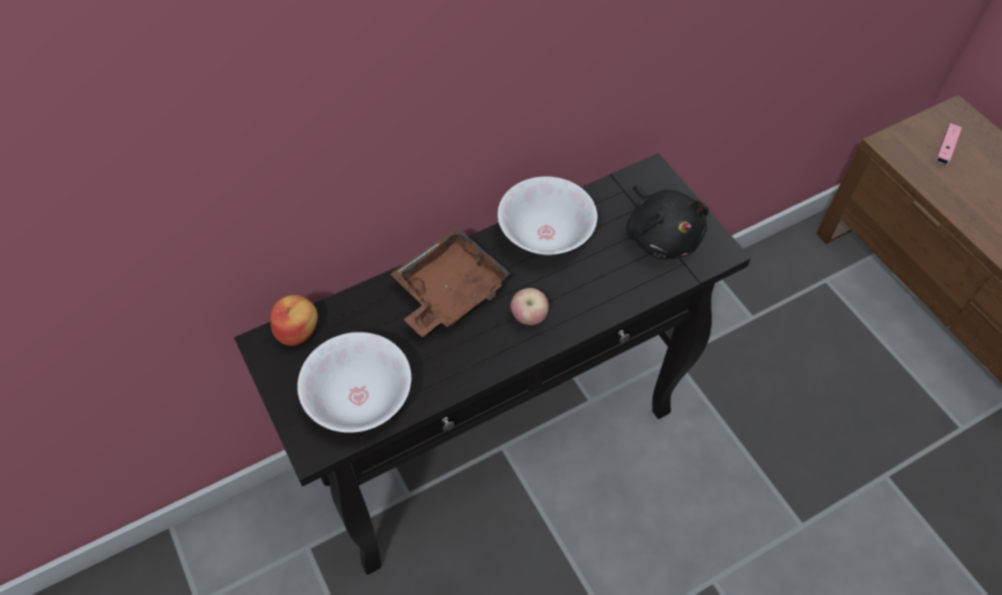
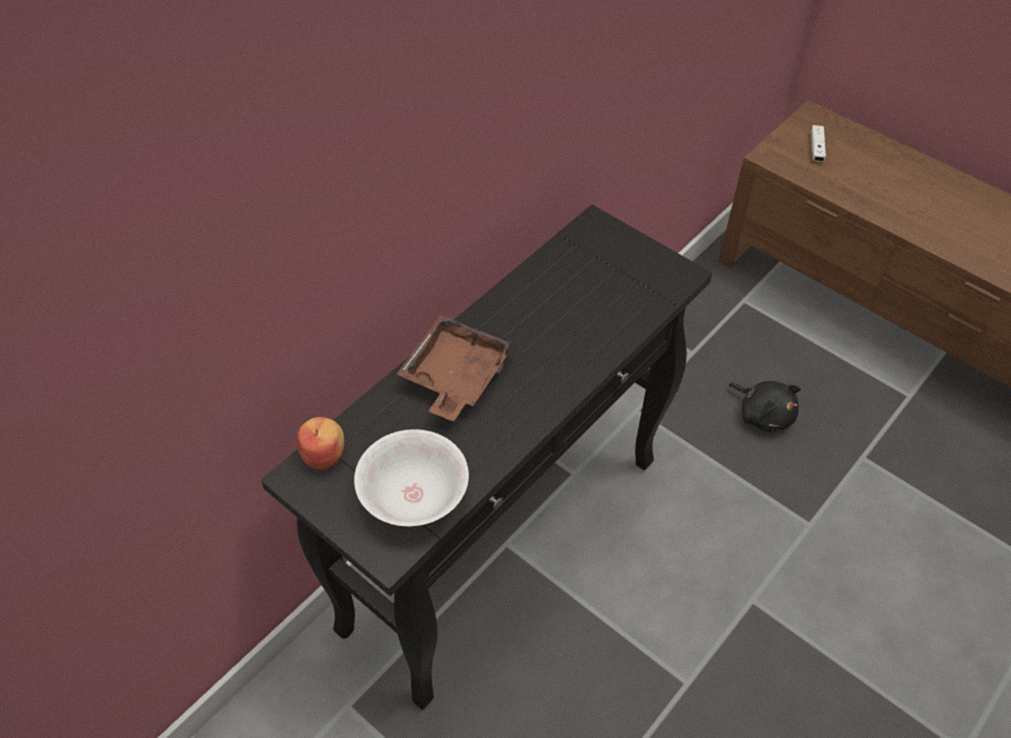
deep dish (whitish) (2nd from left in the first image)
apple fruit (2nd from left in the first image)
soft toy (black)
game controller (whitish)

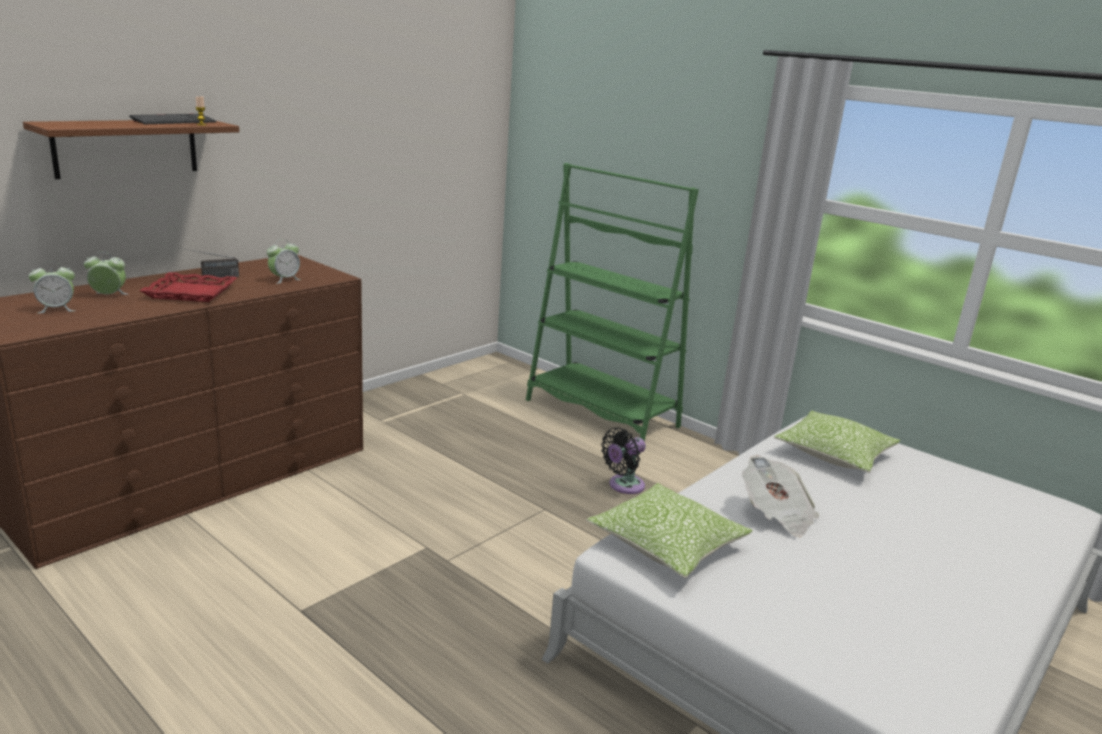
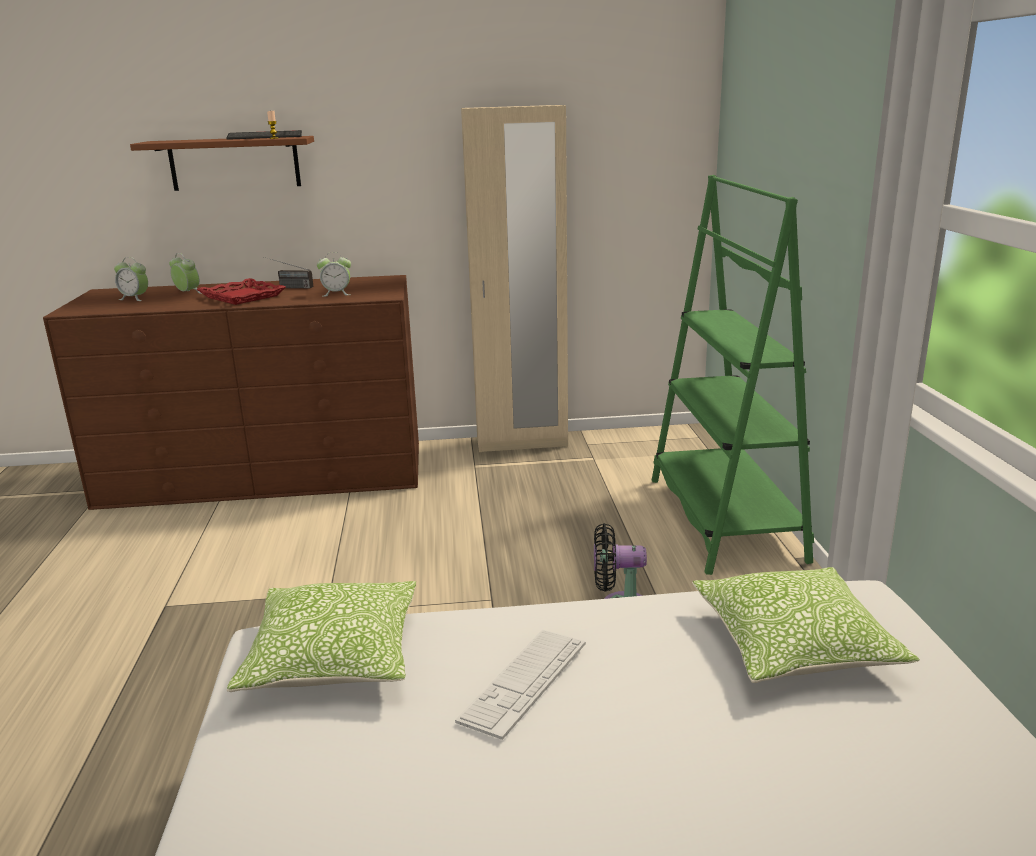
PC keyboard (2nd from left)
armoire (beige-coloured)

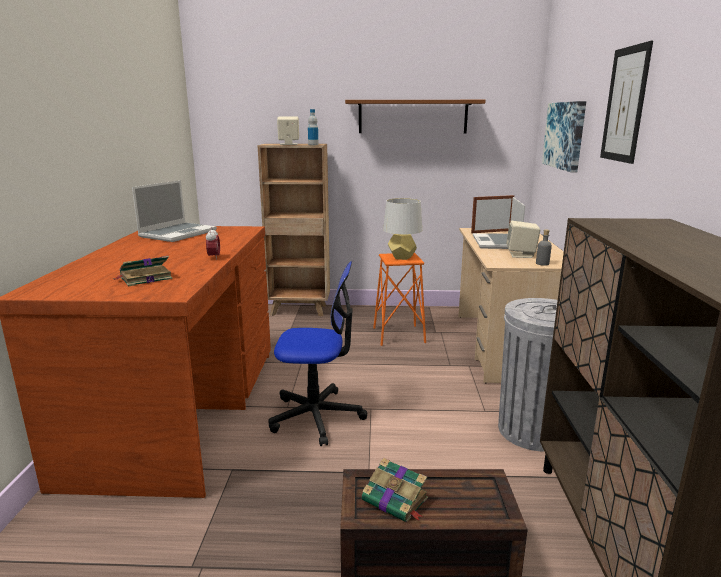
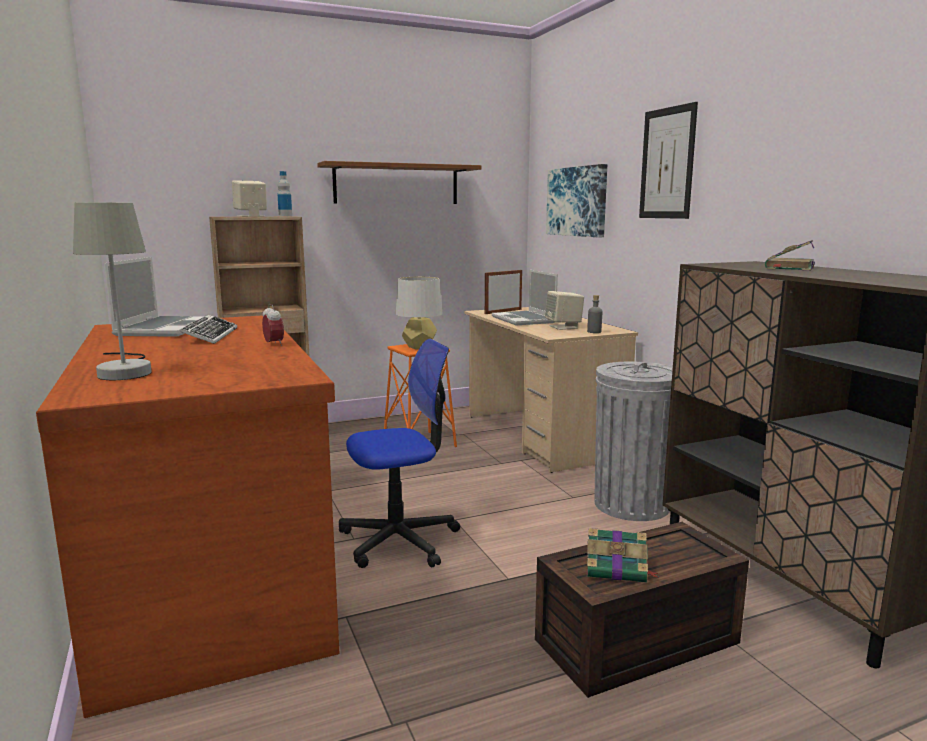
bound book (2nd from left)
tabletop lamp (grey) (1st from left)
PC keyboard

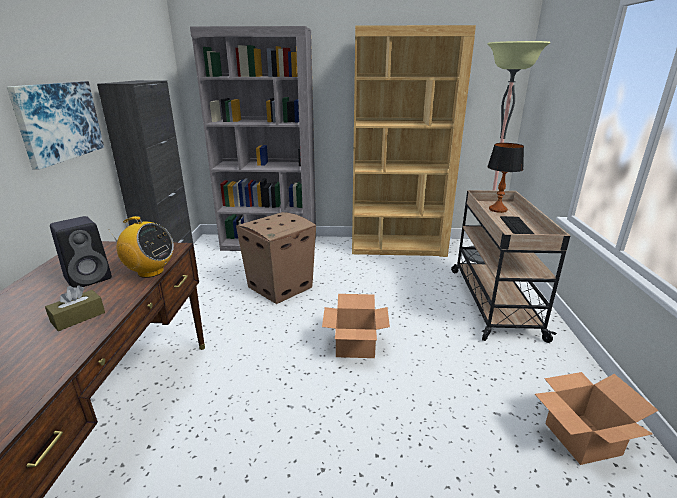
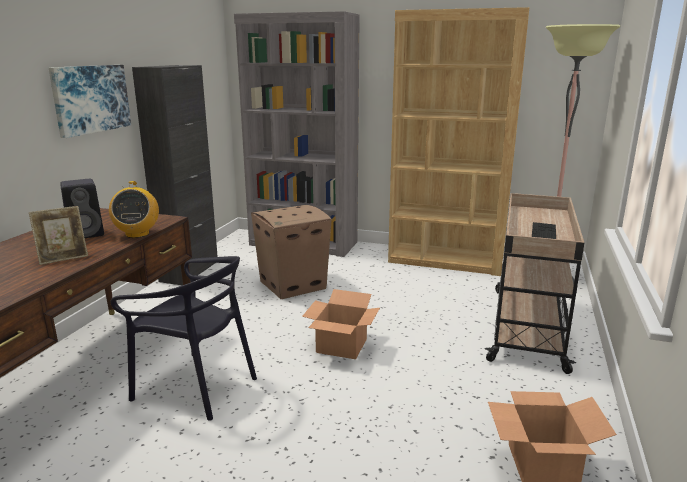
standing frame
radio receiver
tabletop lamp
upright chair (black)

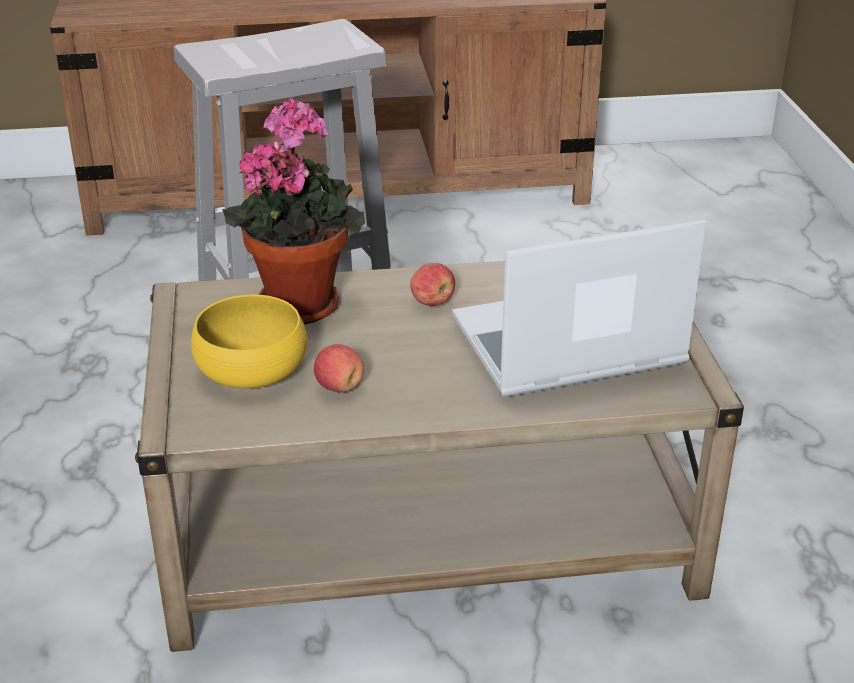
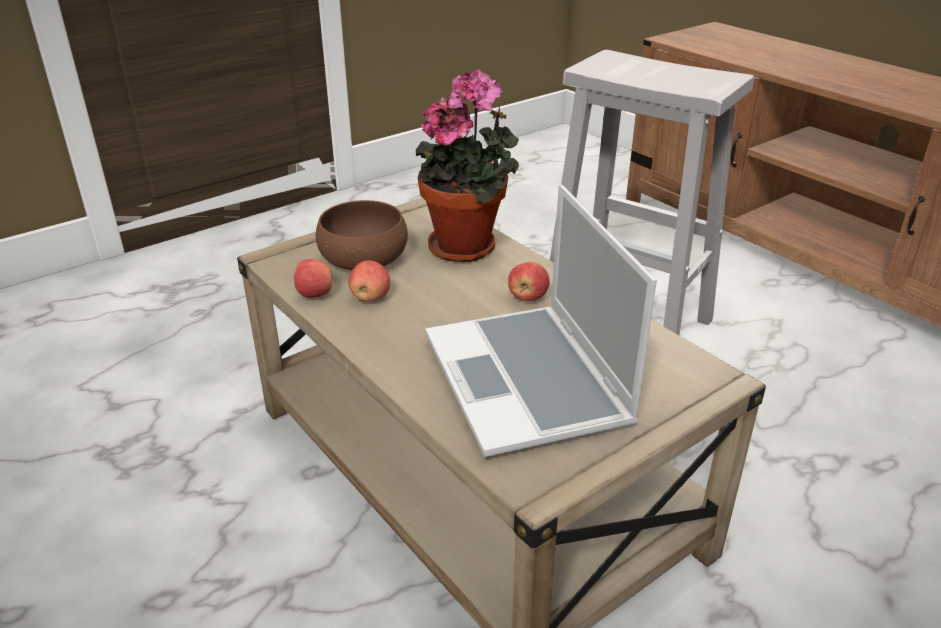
deep dish (brownish)
portable computer
apple fruit (1st from left)

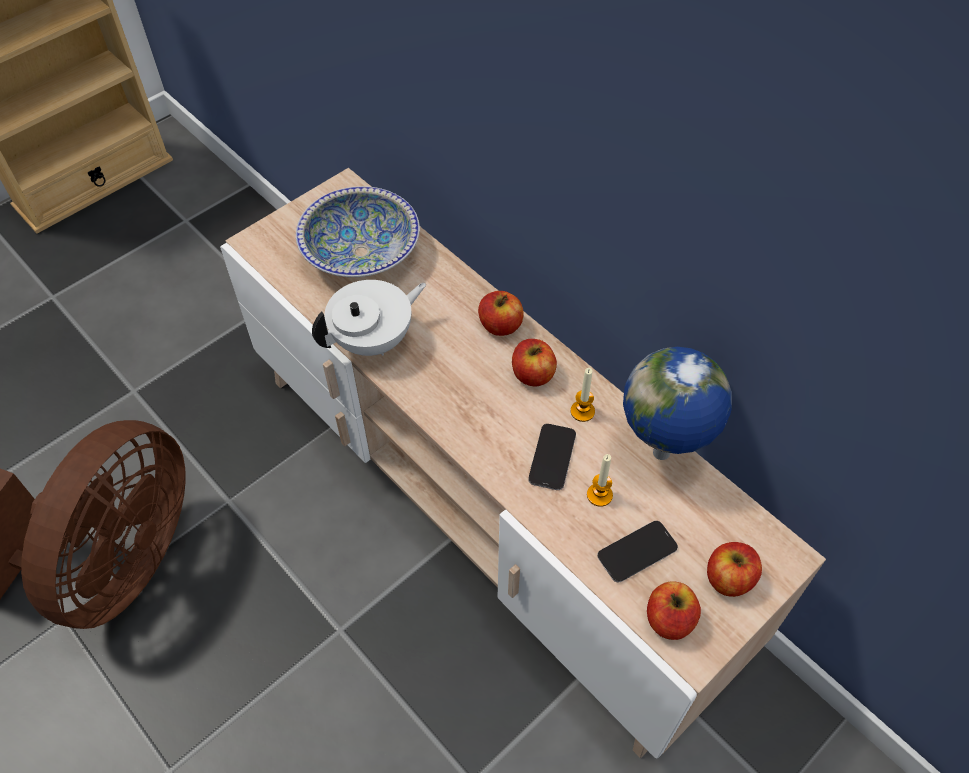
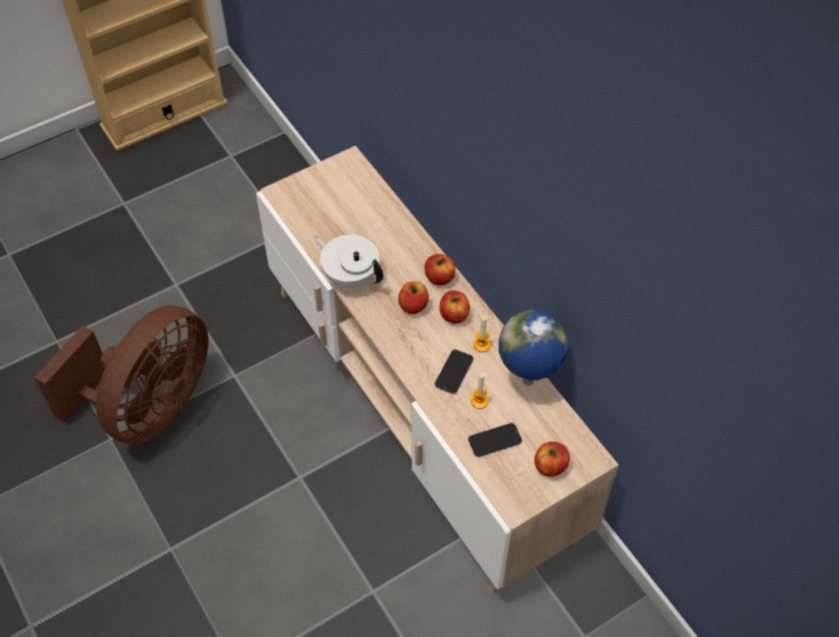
deep dish
teapot (whitish)
apple fruit (1st from left)

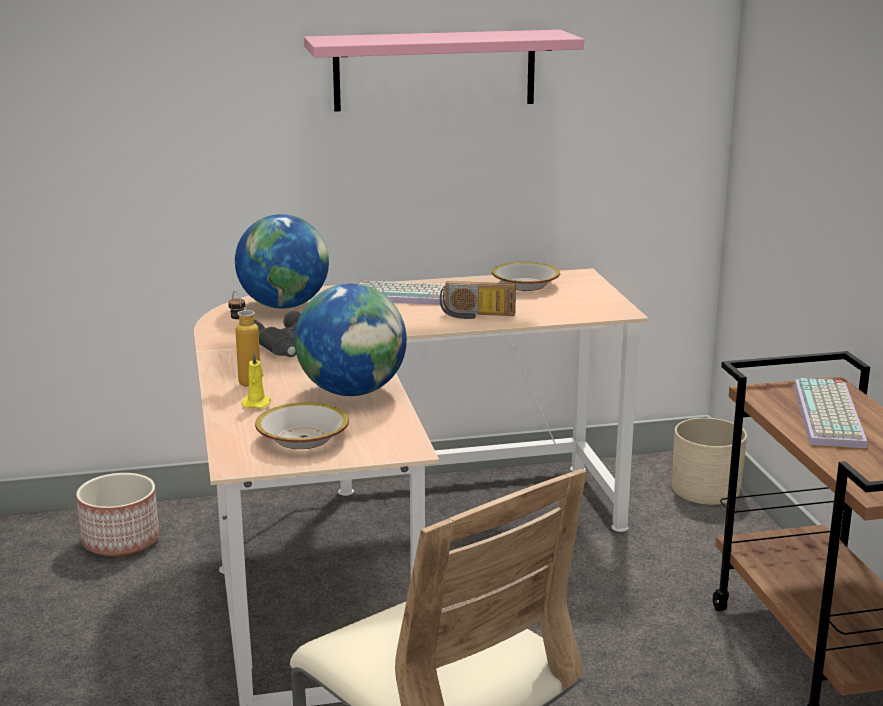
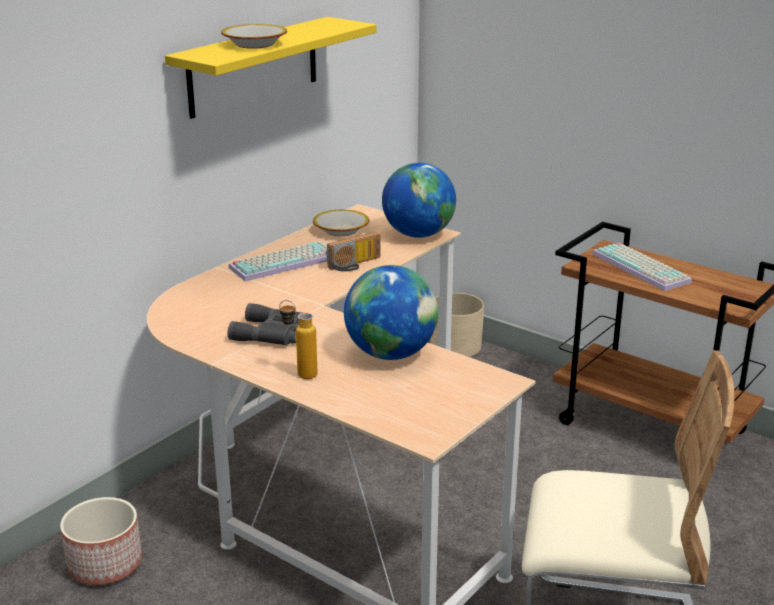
world globe (2nd from left)
wax candle (yellow-coloured)
deep dish (1st from left)
bracket shelf (yellow-coloured)

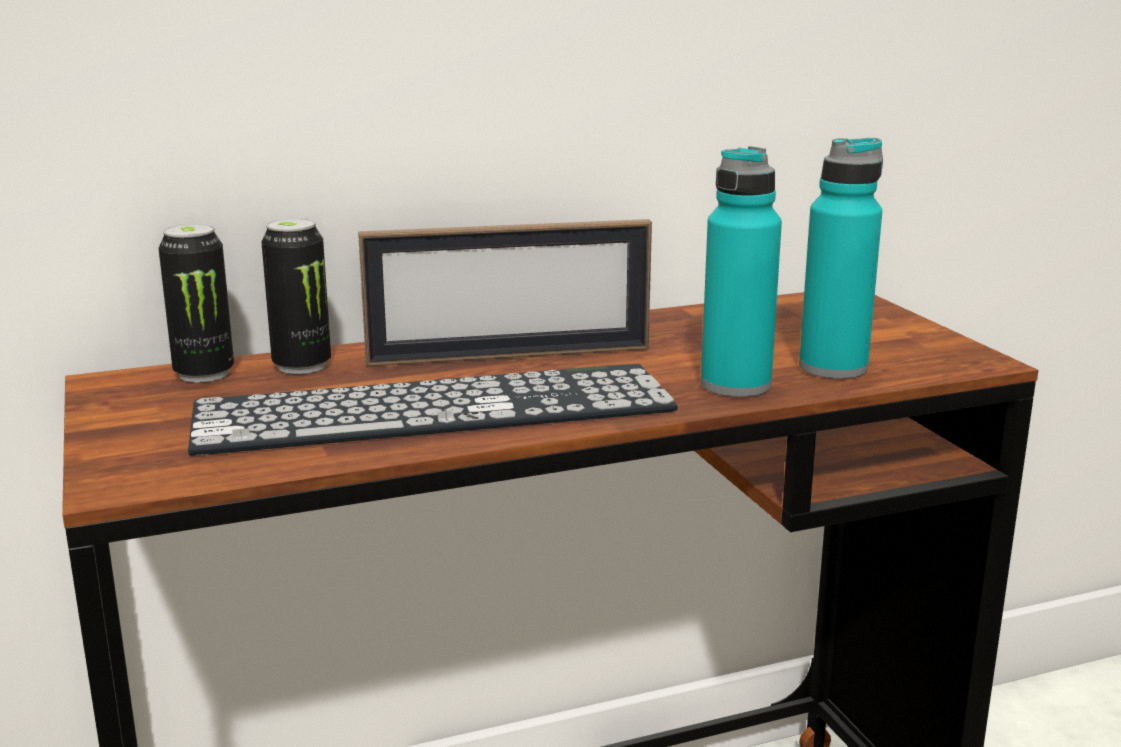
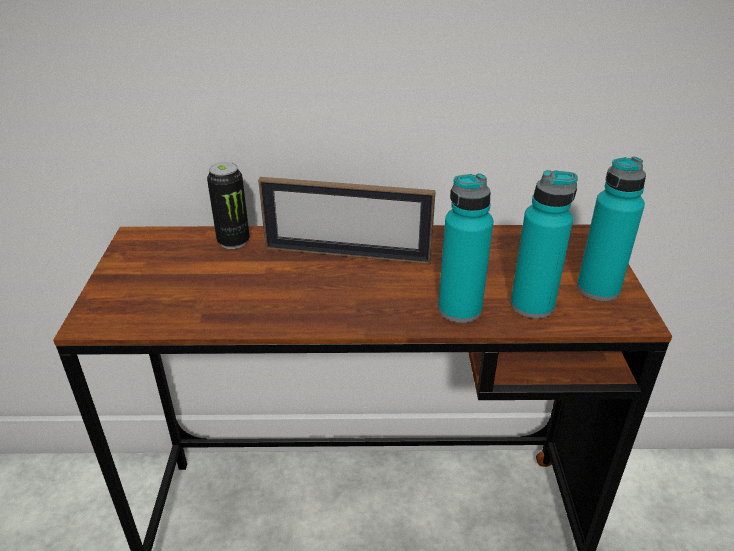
can (1st from left in the first image)
PC keyboard
bottle (turquoise) (3rd from left)

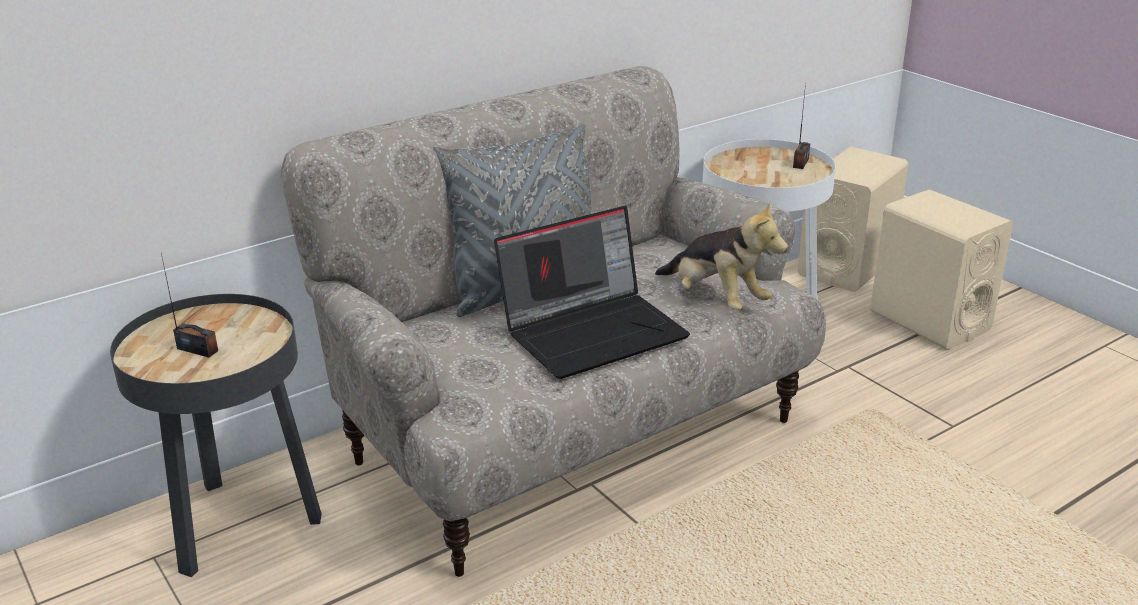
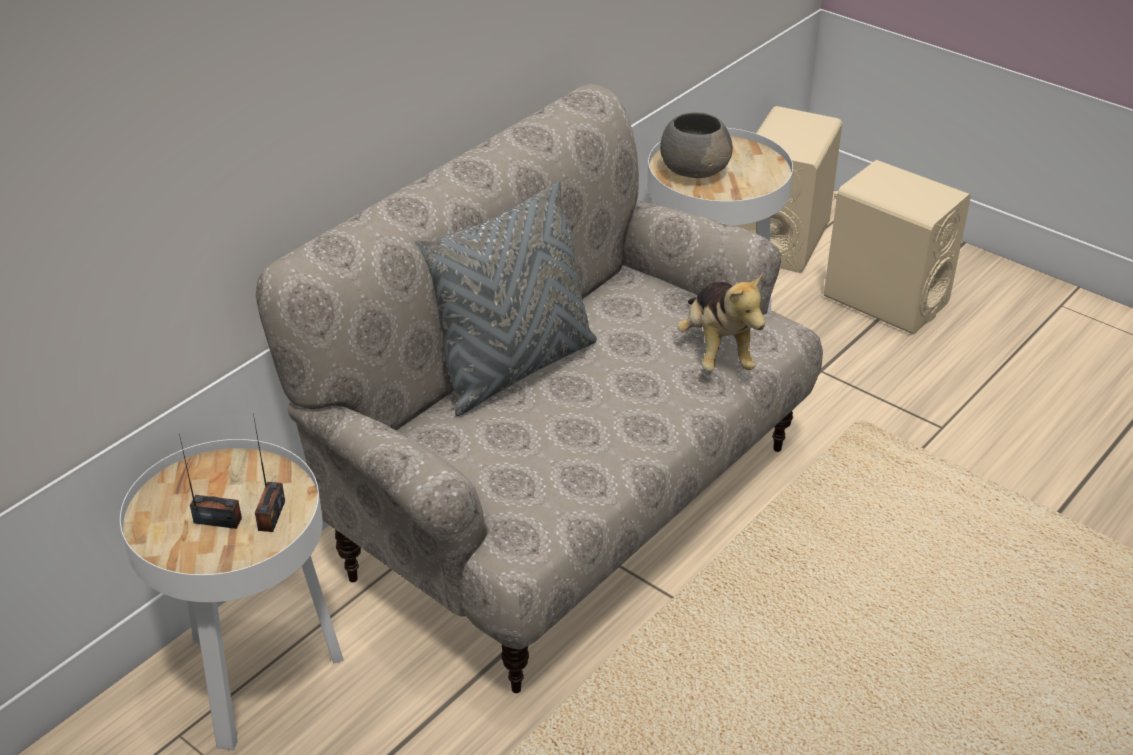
side table (whitish) (1st from left)
portable computer
soft toy
radio receiver (2nd from left)
deep dish (grey)

